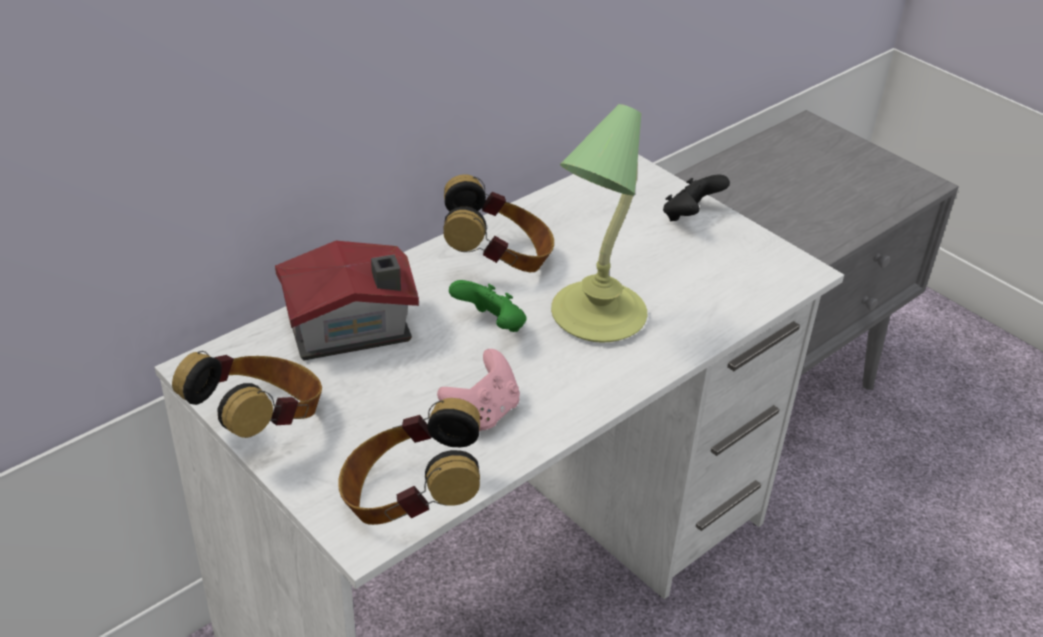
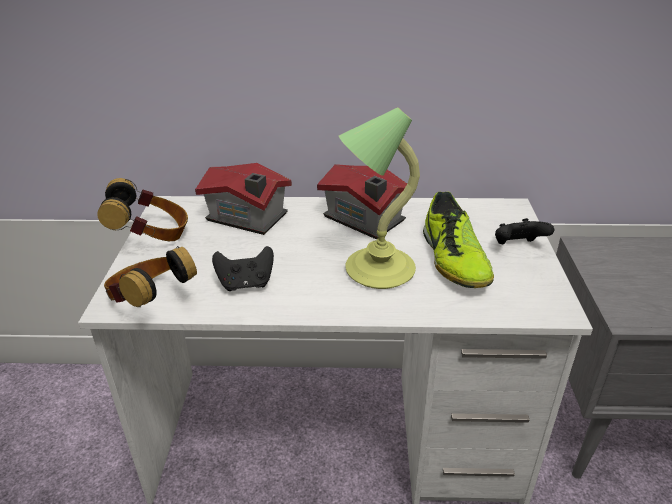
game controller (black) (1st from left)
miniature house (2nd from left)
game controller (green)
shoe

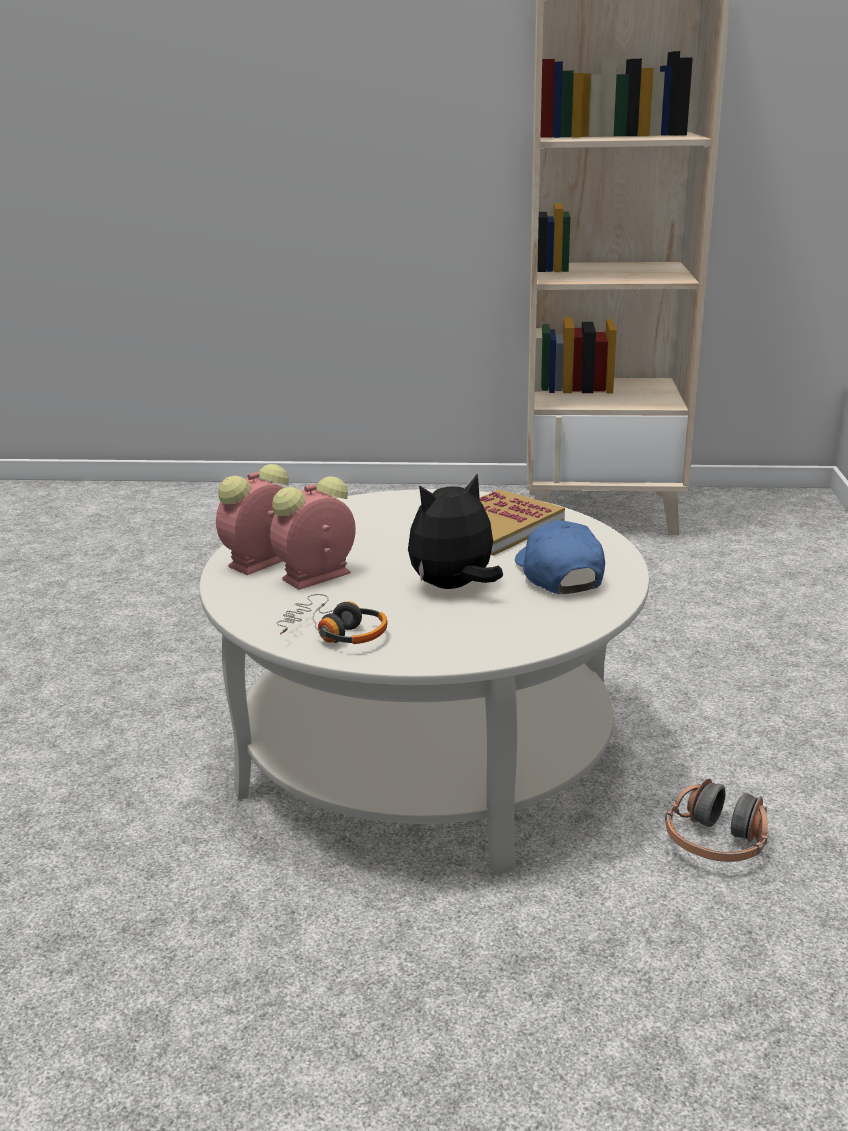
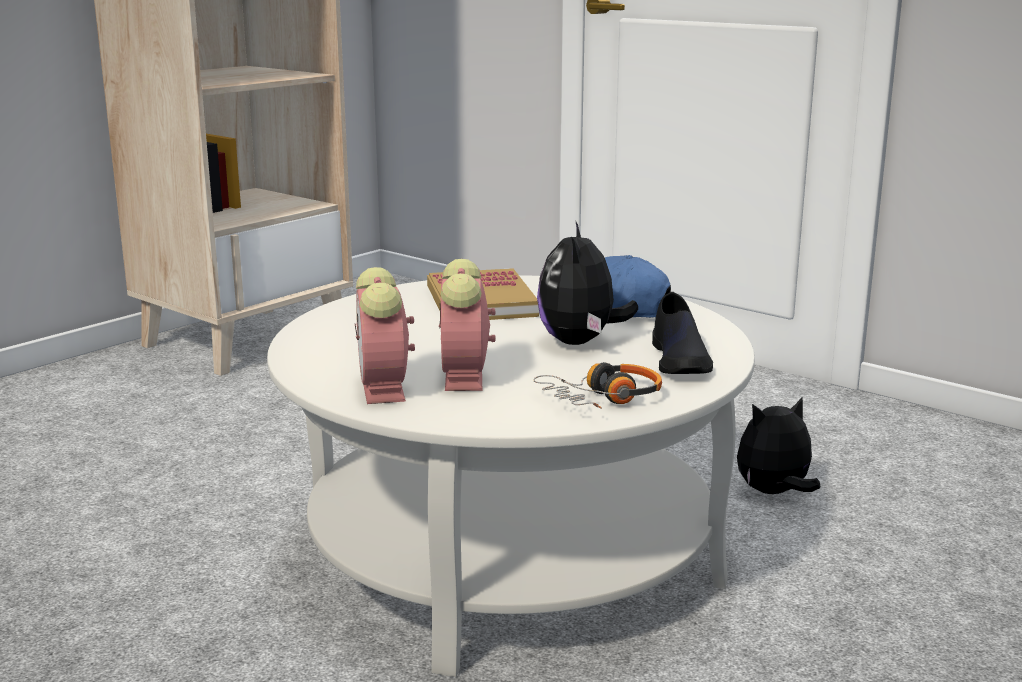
soft toy (2nd from left)
shoe (black)

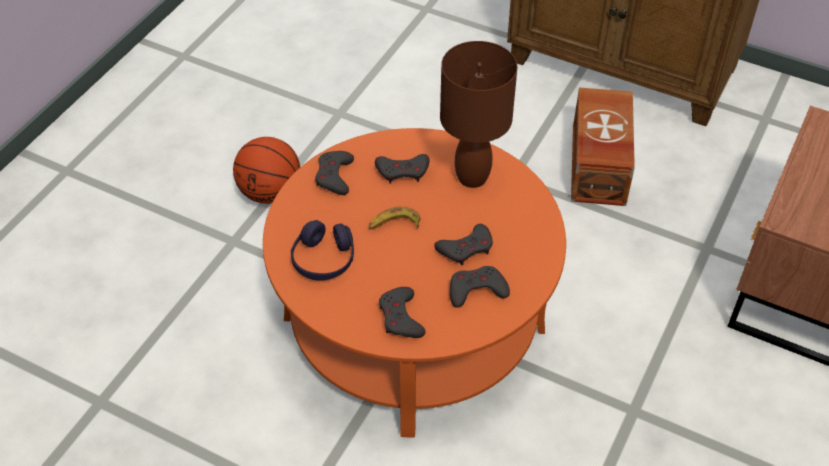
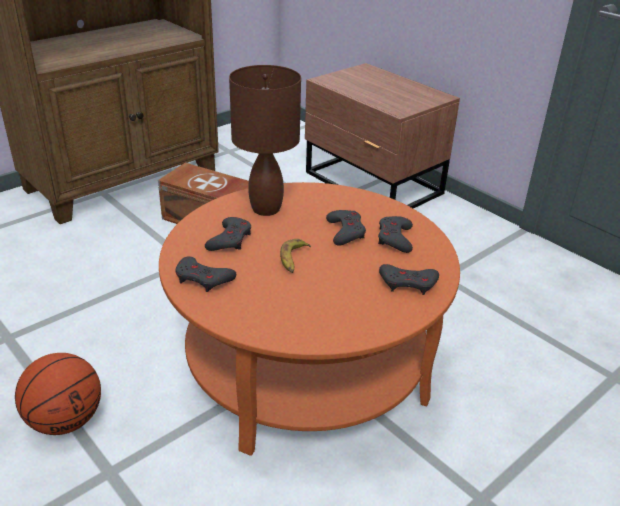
headset (purple)

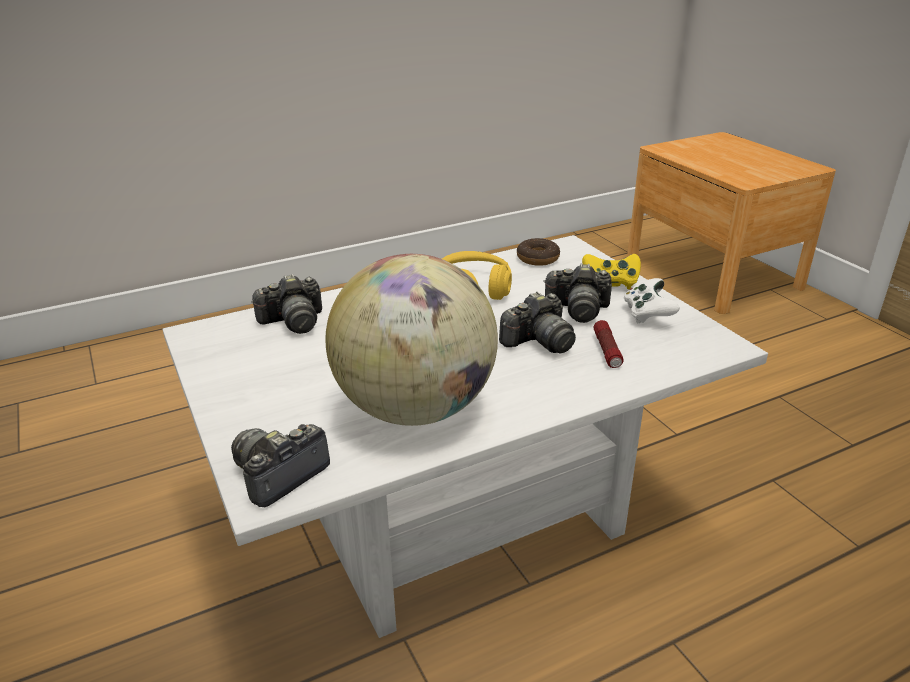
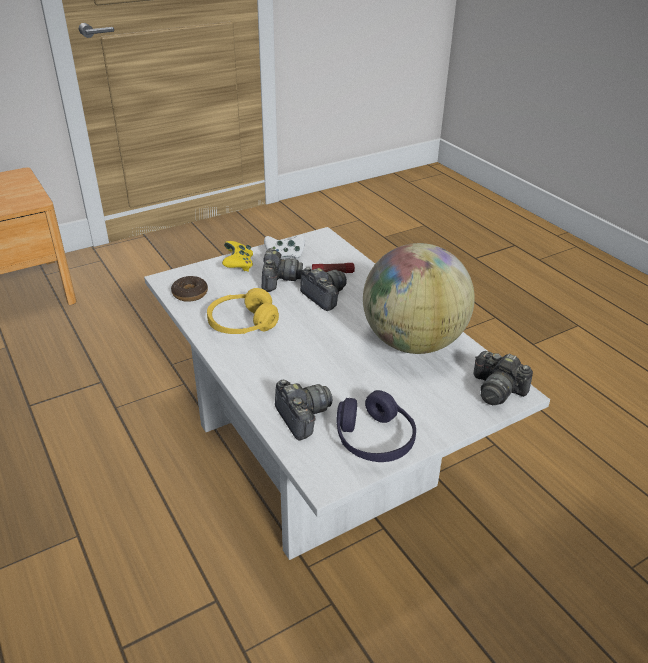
headset (purple)

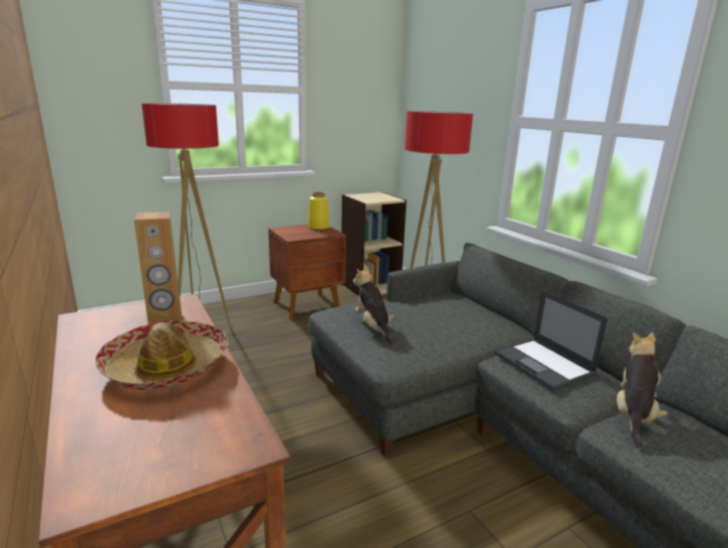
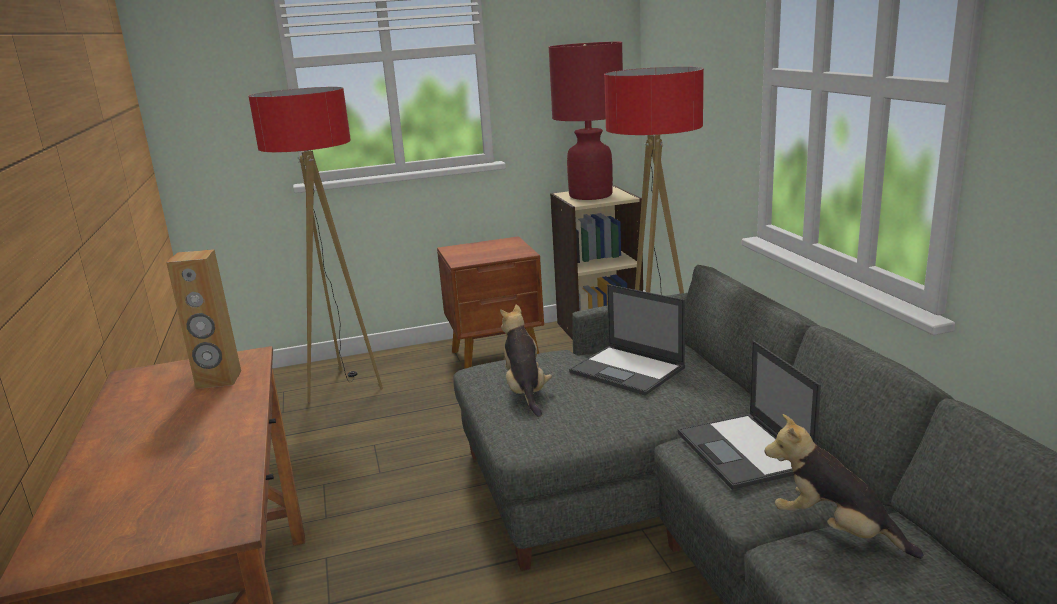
wearable hat
vase (yellow-coloured)
soft toy (2nd from left)
tabletop lamp (red-coloured)
portable computer (1st from left)

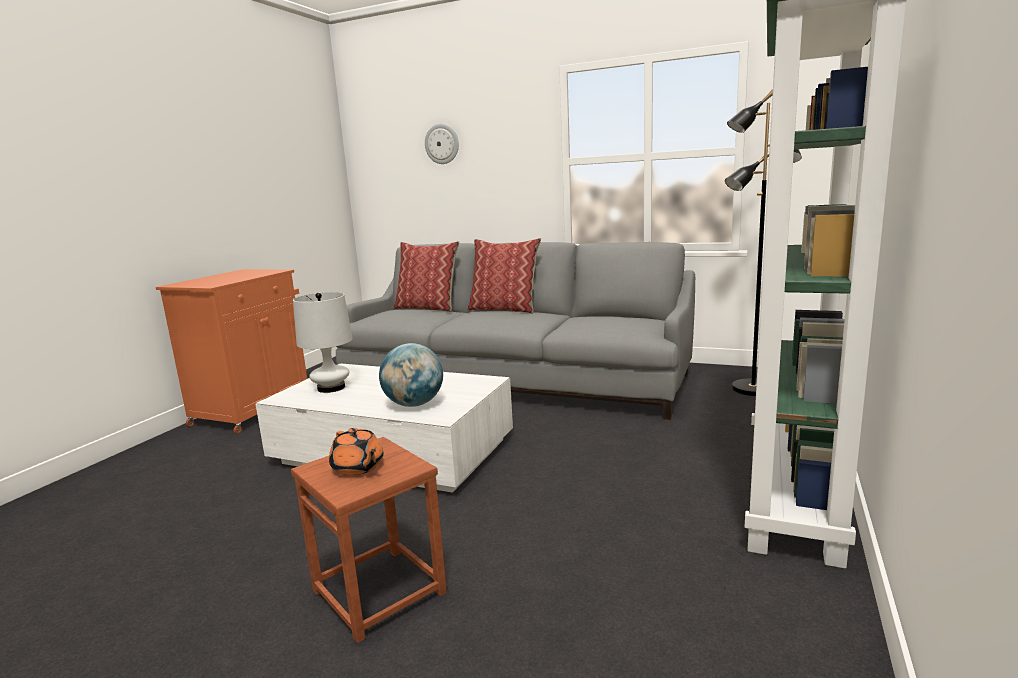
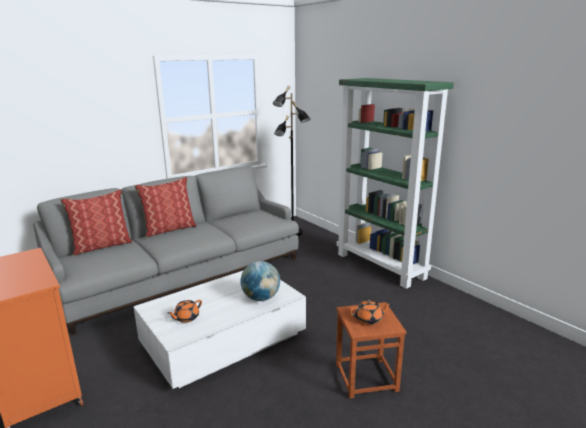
teapot (orange-coloured) (1st from left)
wall clock

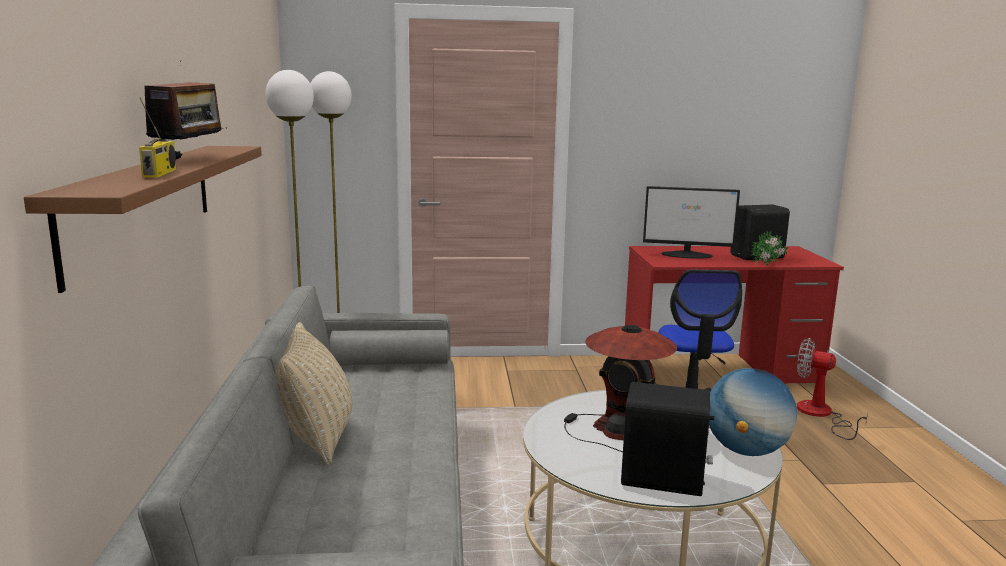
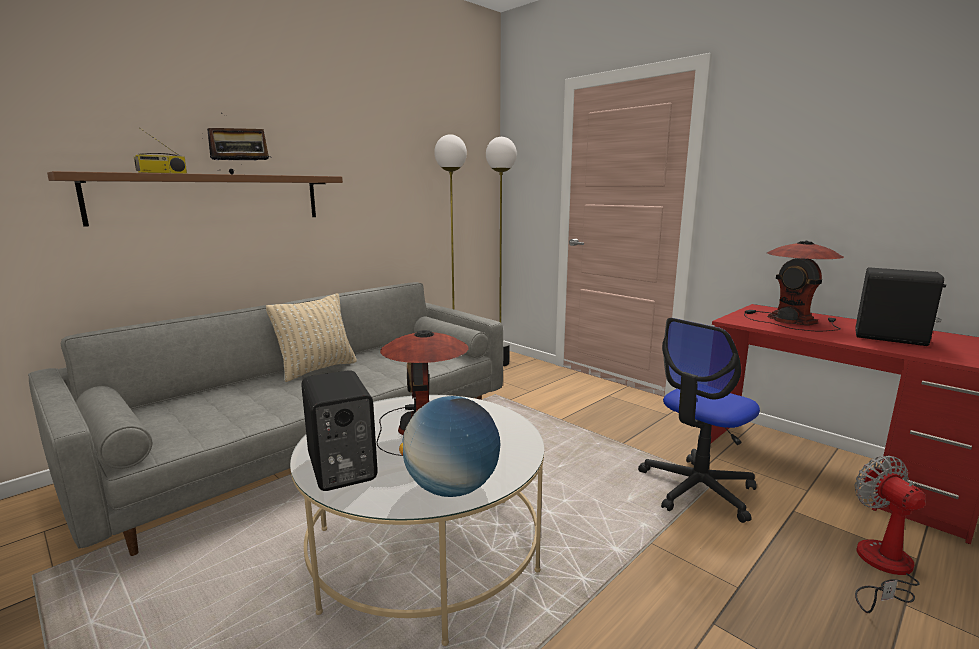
tabletop lamp (2nd from left)
plant in a pot

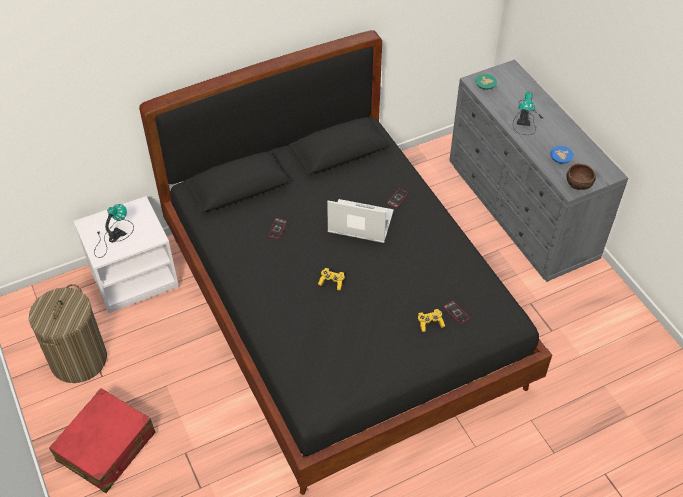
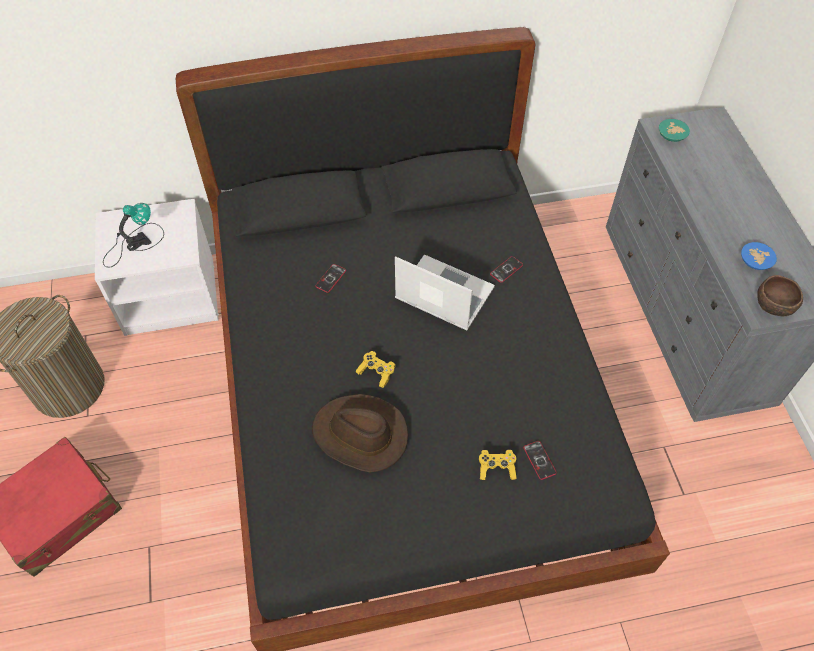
tabletop lamp (2nd from left in the first image)
wearable hat (brownish)

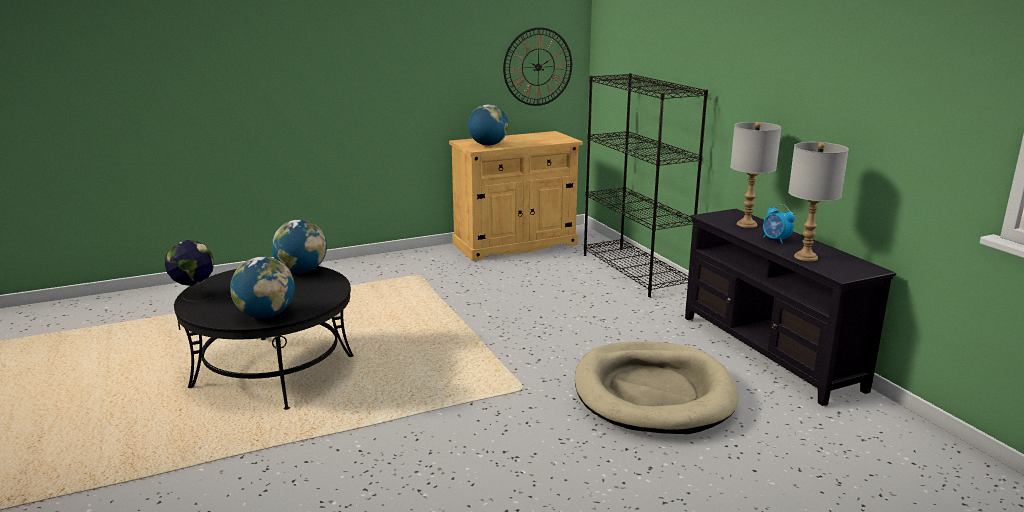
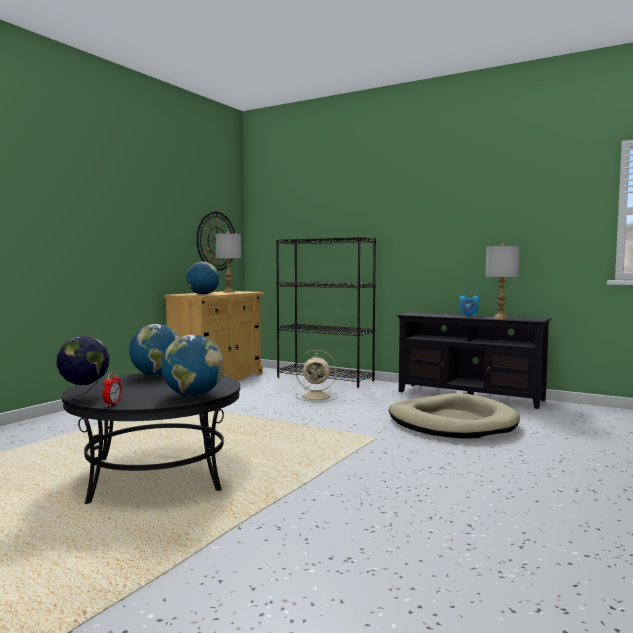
tabletop lamp (grey) (1st from left)
table clock (1st from left)
electric fan (beige-coloured)

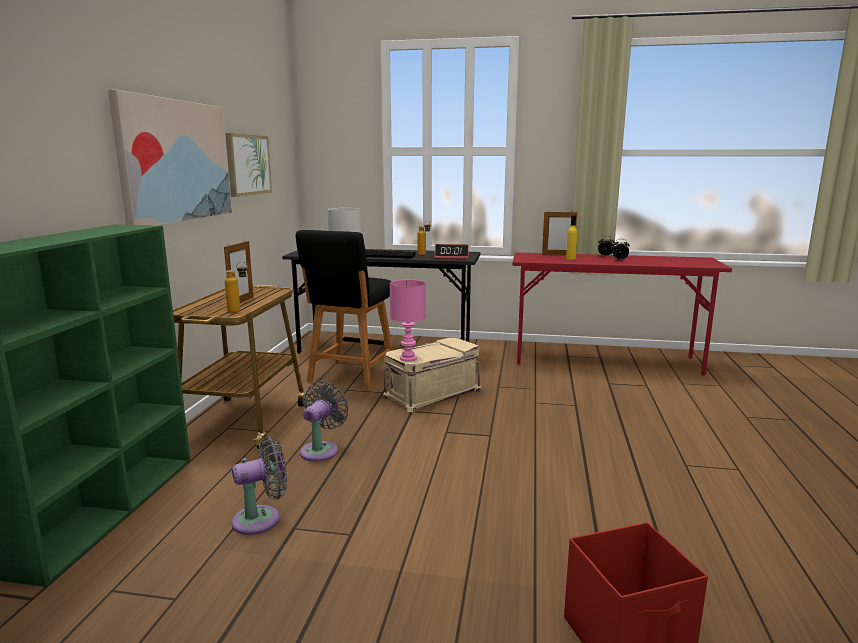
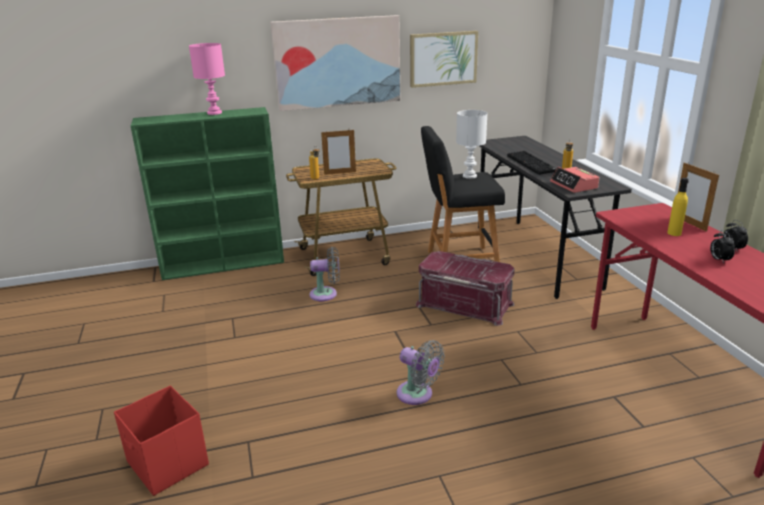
electric fan (grey) (2nd from left)
storage box (red-coloured) (2nd from left)
tabletop lamp (pinkish)

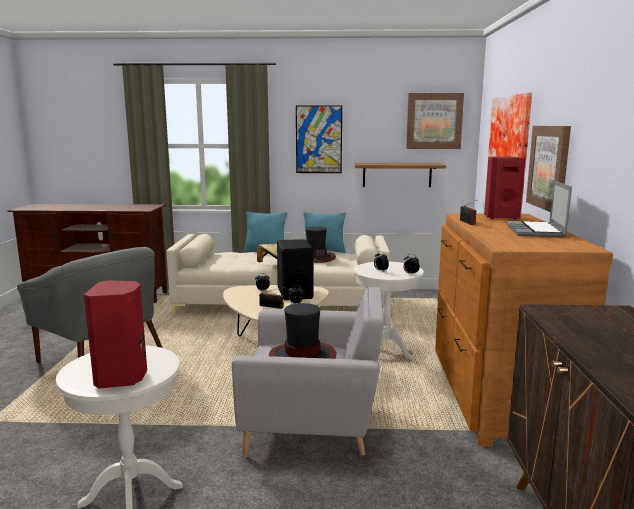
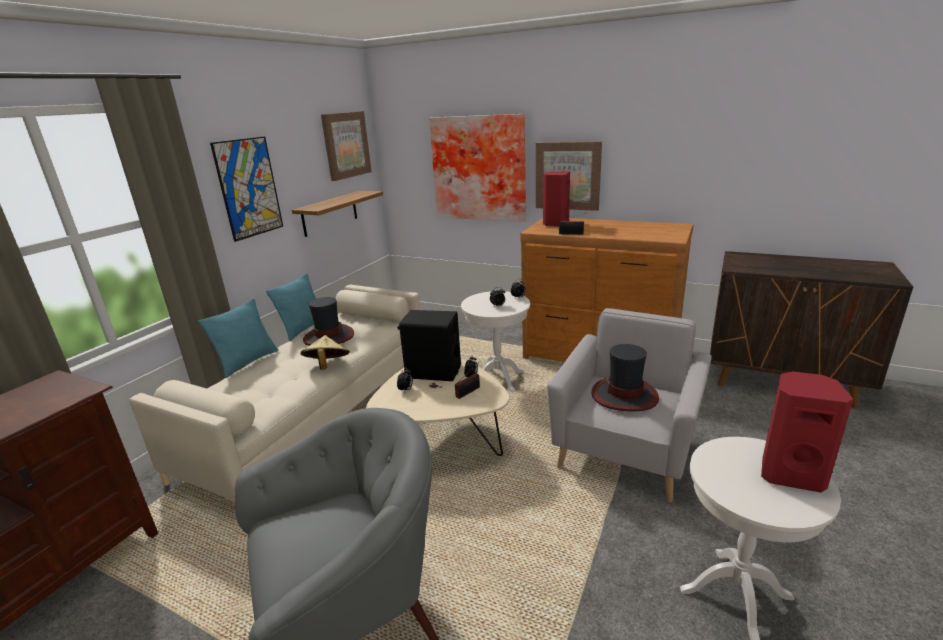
portable computer

